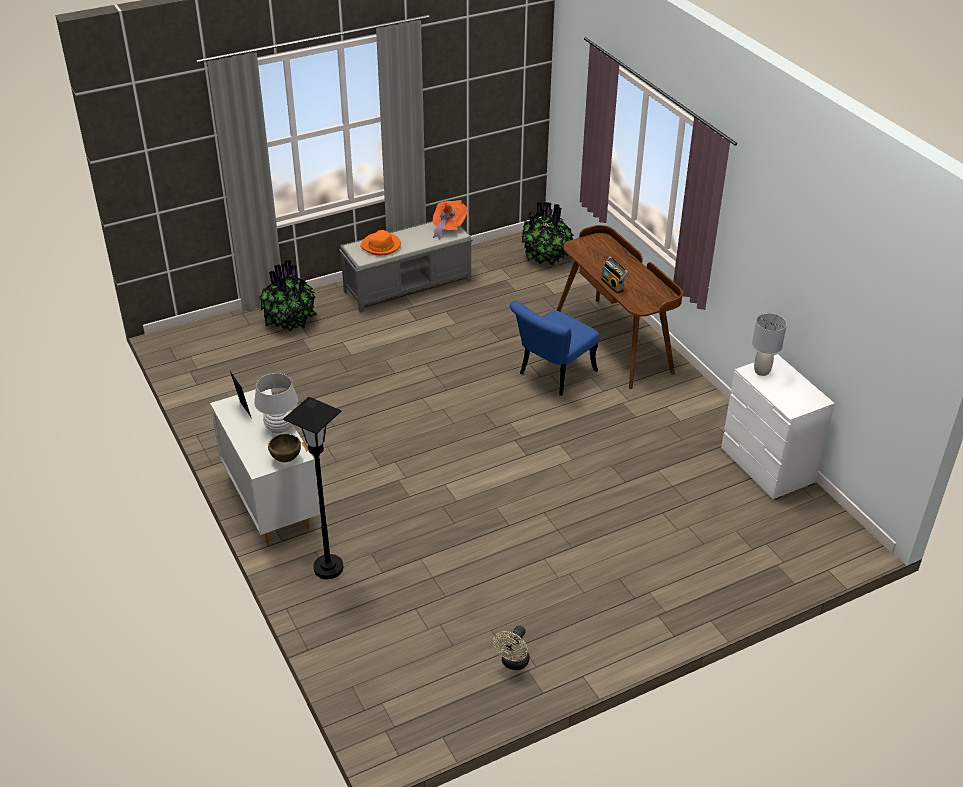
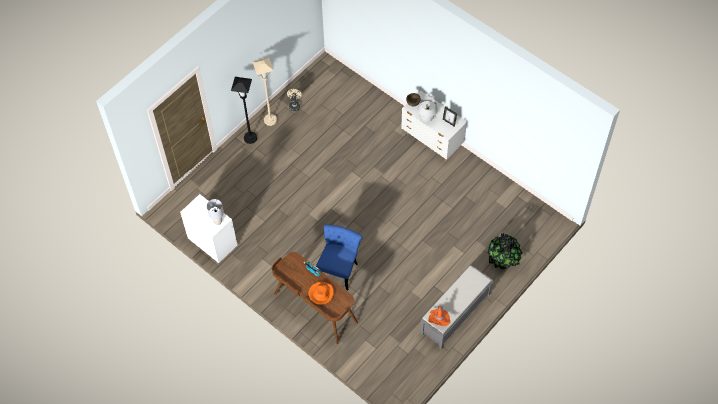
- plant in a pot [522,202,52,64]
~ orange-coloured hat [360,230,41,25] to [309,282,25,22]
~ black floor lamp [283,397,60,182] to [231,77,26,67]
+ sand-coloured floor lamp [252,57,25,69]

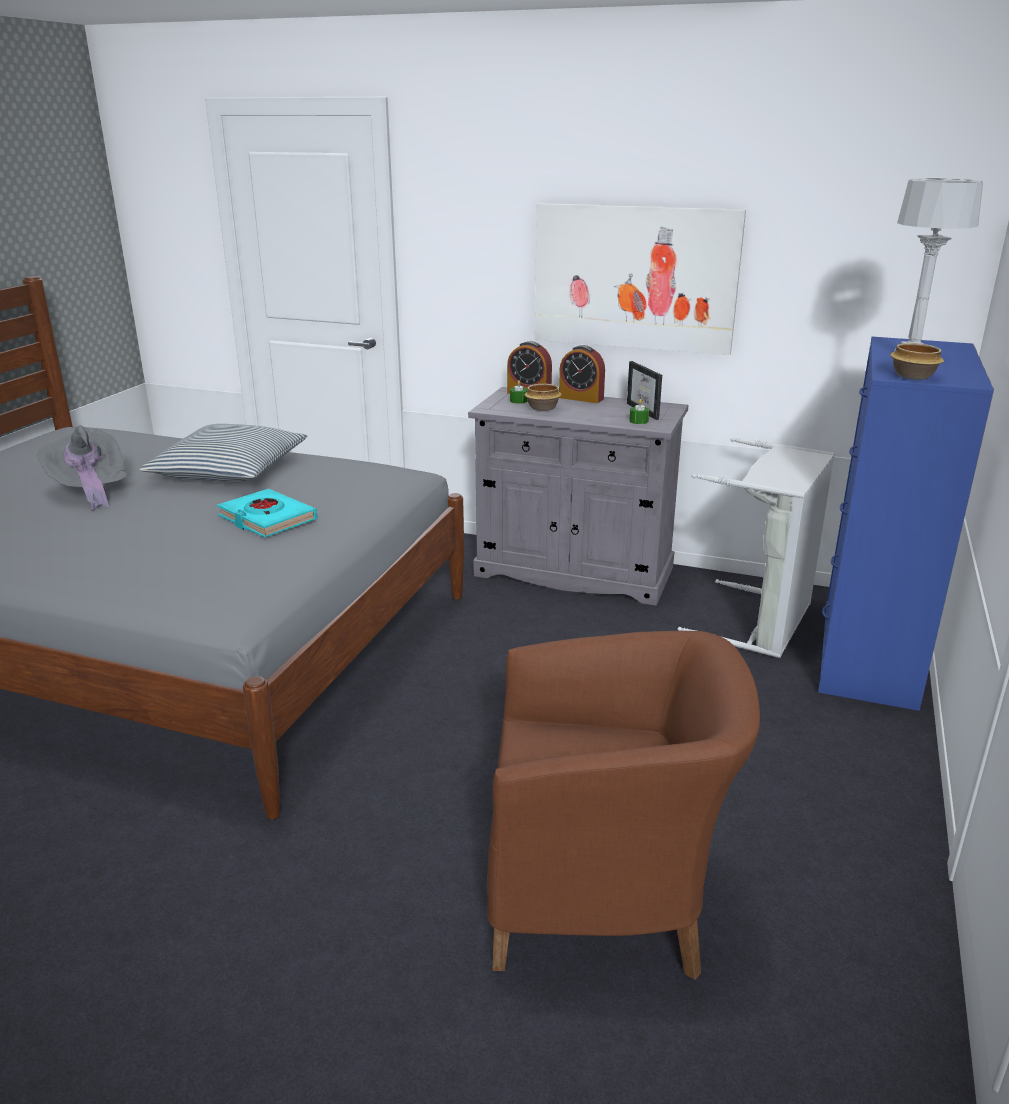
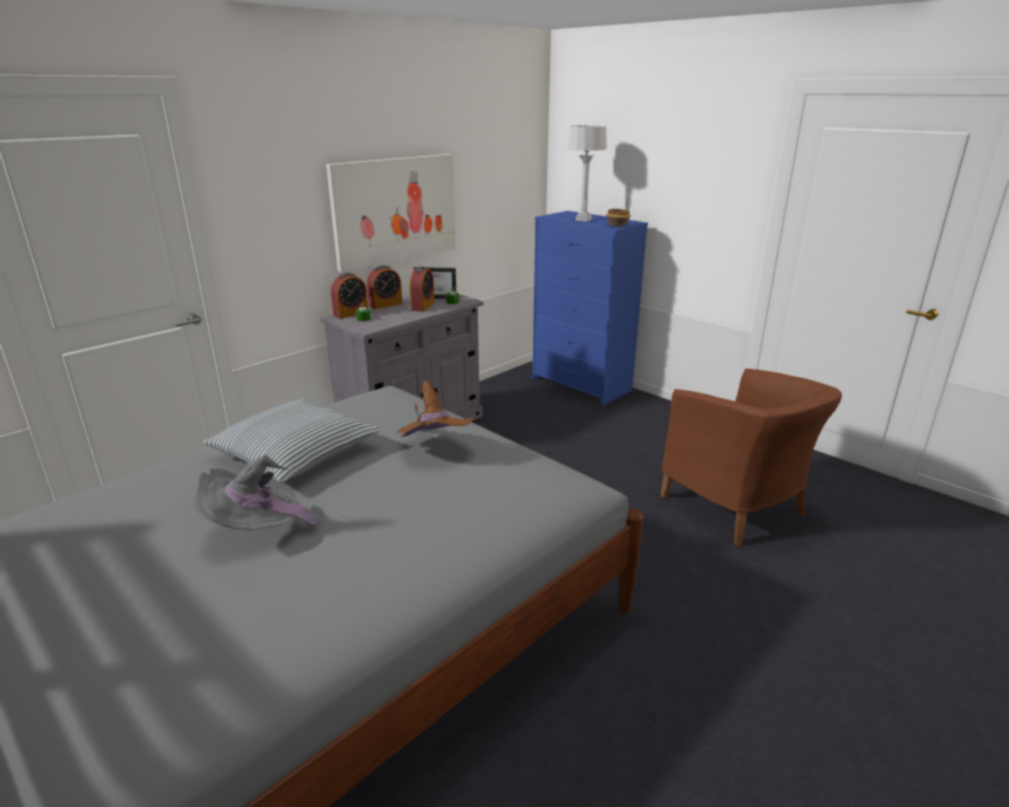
- deep dish [525,384,37,27]
- gray washing basket [678,438,157,220]
~ turquoise bound book [217,489,100,49] to brownish hat [396,380,79,58]
~ brownish armchair [487,631,273,349] = [660,368,182,178] 120 degrees clockwise
+ bedside clock [410,267,25,45]

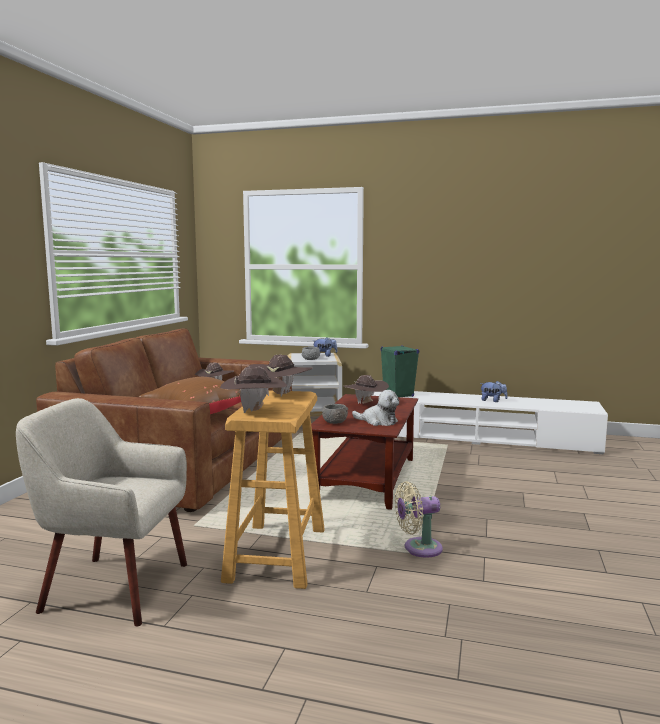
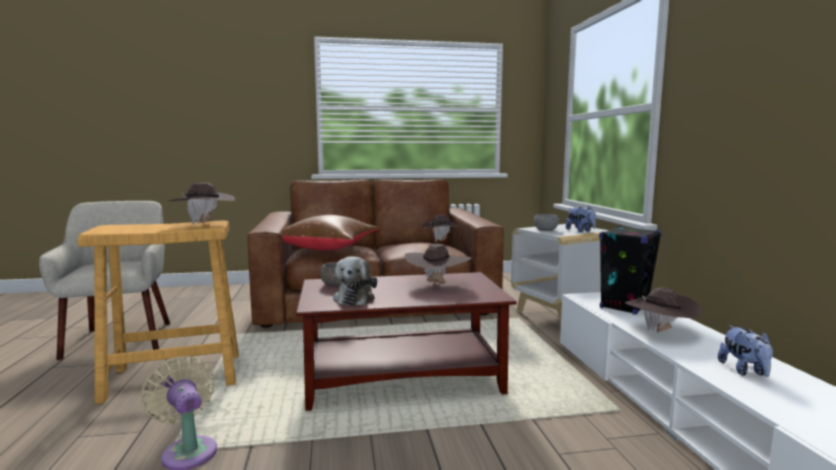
~ greenish speaker [381,346,38,51] to black speaker [599,226,63,89]
~ brownish hat [220,366,67,47] to [626,288,76,44]

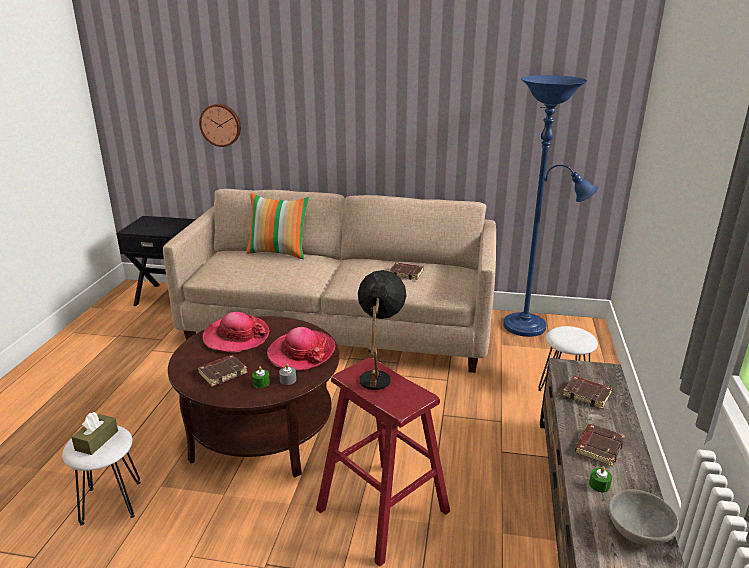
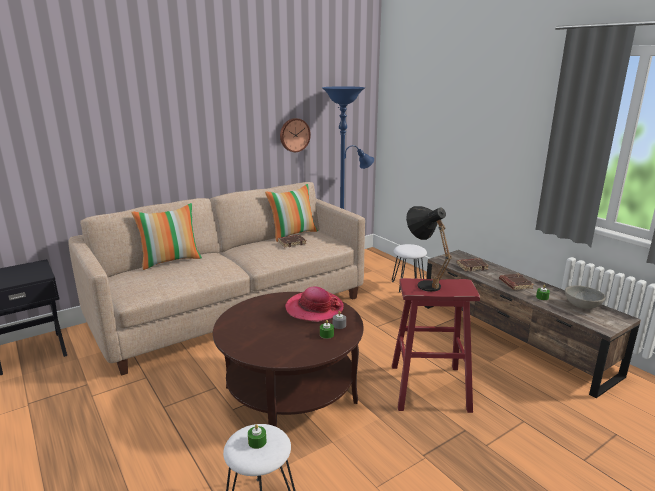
~ clock on the wall [199,104,42,43] to [280,118,31,34]
- hat [202,312,67,41]
- brownish bound book [198,355,50,32]
~ brownish box of tissues [71,412,47,43] to greenish wax light [248,424,19,25]
+ pillow [265,184,53,58]

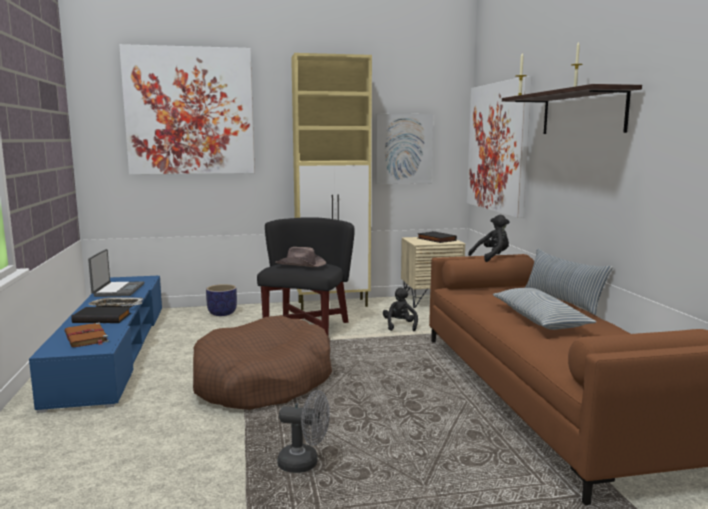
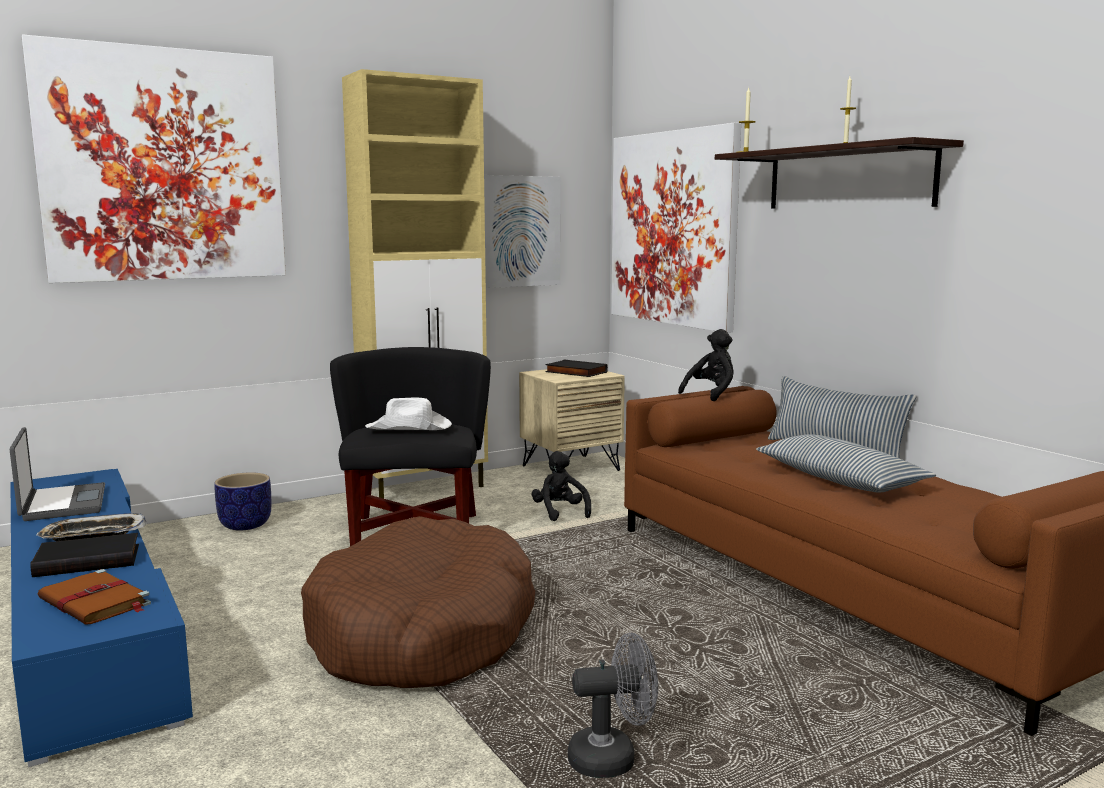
~ brownish hat [275,247,51,20] to white-coloured hat [365,397,87,33]

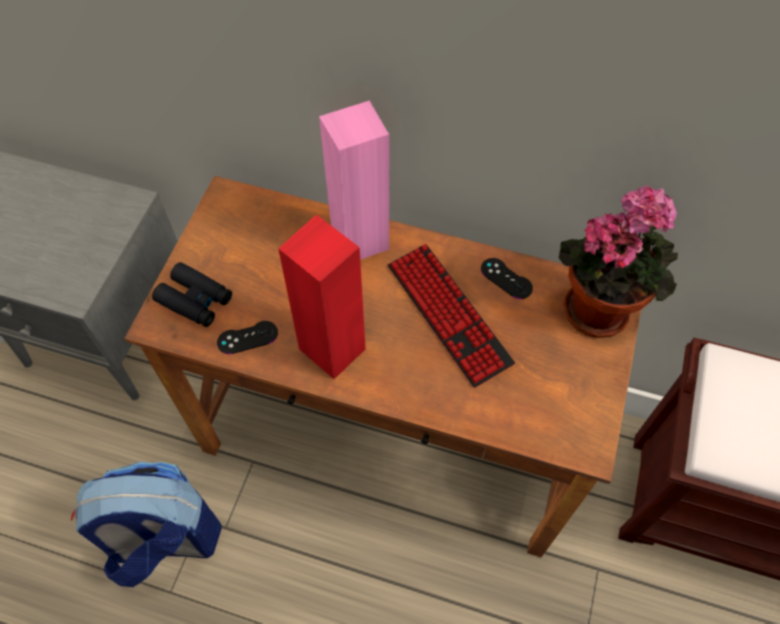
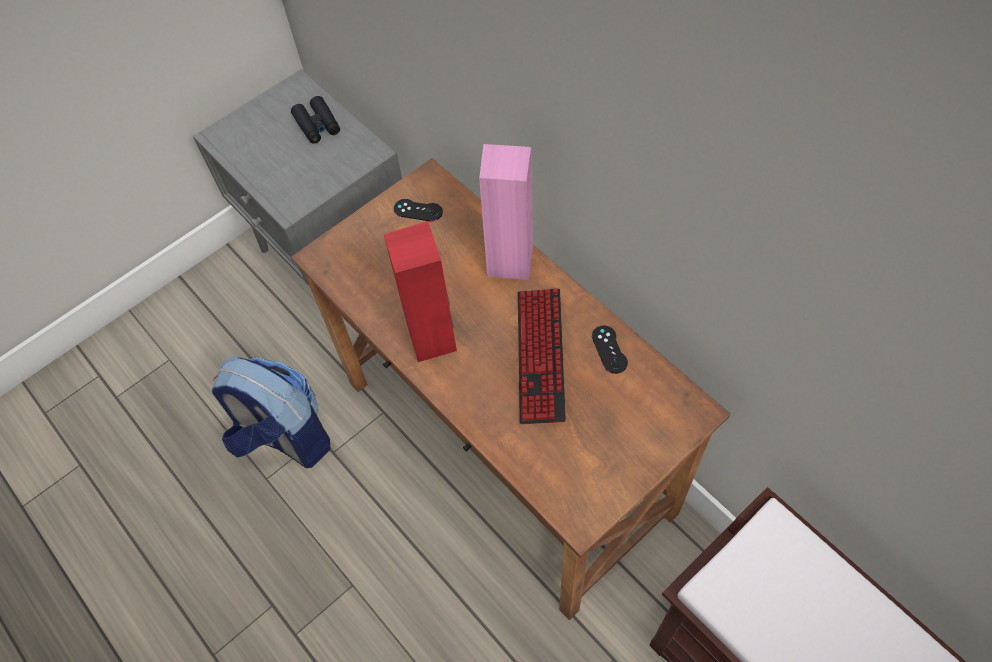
- plant in a pot [559,184,119,154]
~ black pair of binoculars [152,262,80,65] to [291,96,49,48]
~ black joypad [217,321,61,33] to [394,199,49,22]

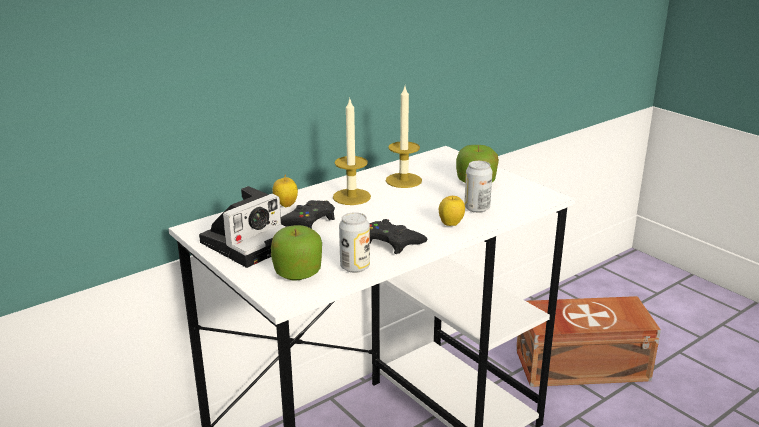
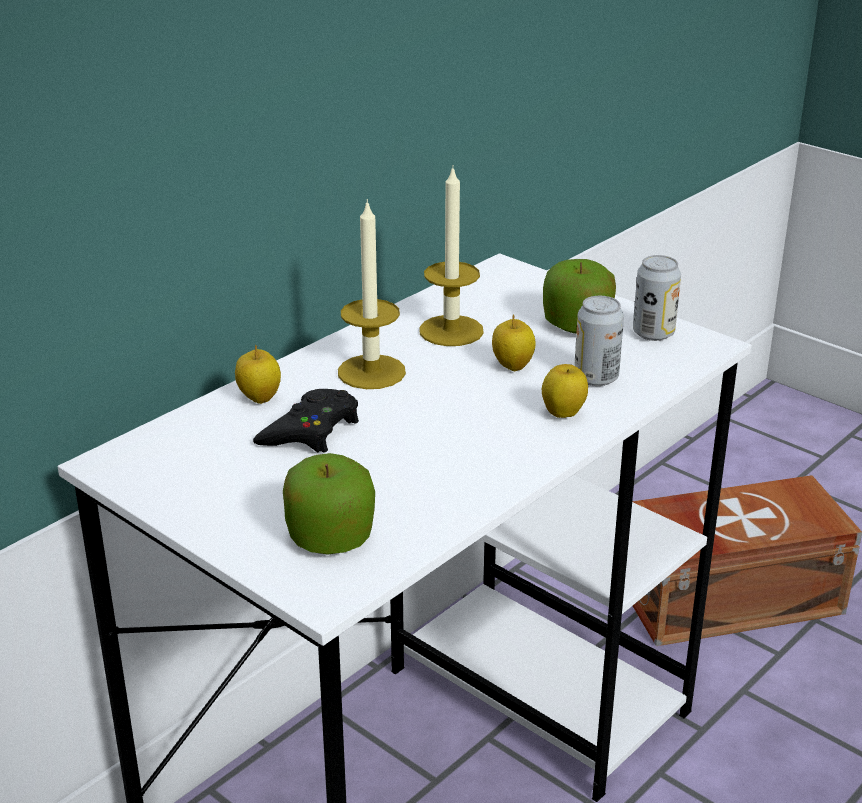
- still camera [199,186,87,82]
~ metal can [339,212,31,61] to [633,255,48,86]
- black joypad [369,219,58,35]
+ apple [492,315,44,56]

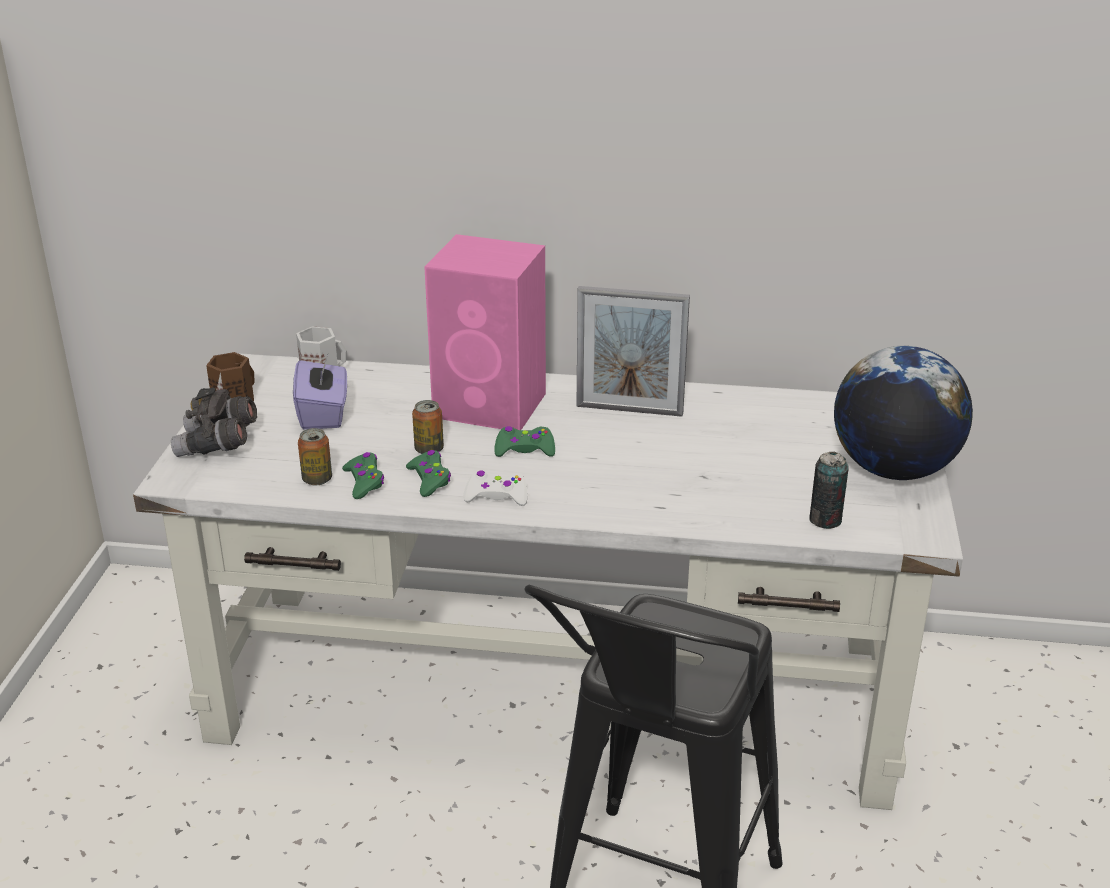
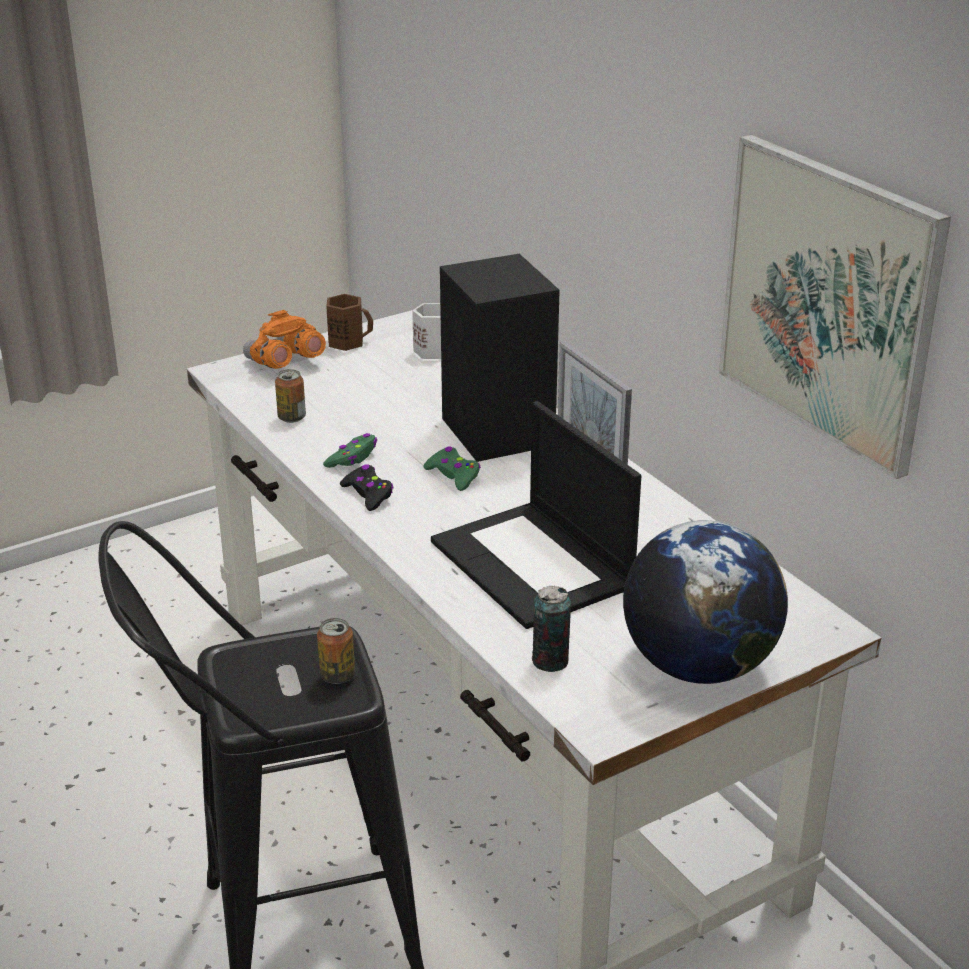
~ pinkish speaker [424,234,122,196] to black speaker [440,254,120,208]
- purple-coloured box of tissues [293,352,54,78]
~ gray pair of binoculars [171,387,86,70] to orange-coloured pair of binoculars [243,310,83,59]
~ metal can [412,400,32,54] to [317,618,38,66]
- greenish joypad [342,452,42,47]
~ white-coloured joypad [463,470,64,36] to black joypad [340,464,53,47]
+ wall picture [719,135,232,344]
+ laptop [431,401,210,228]

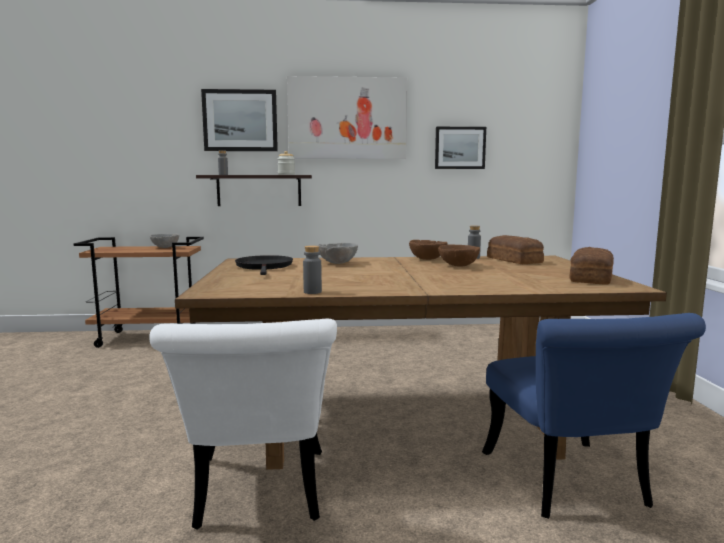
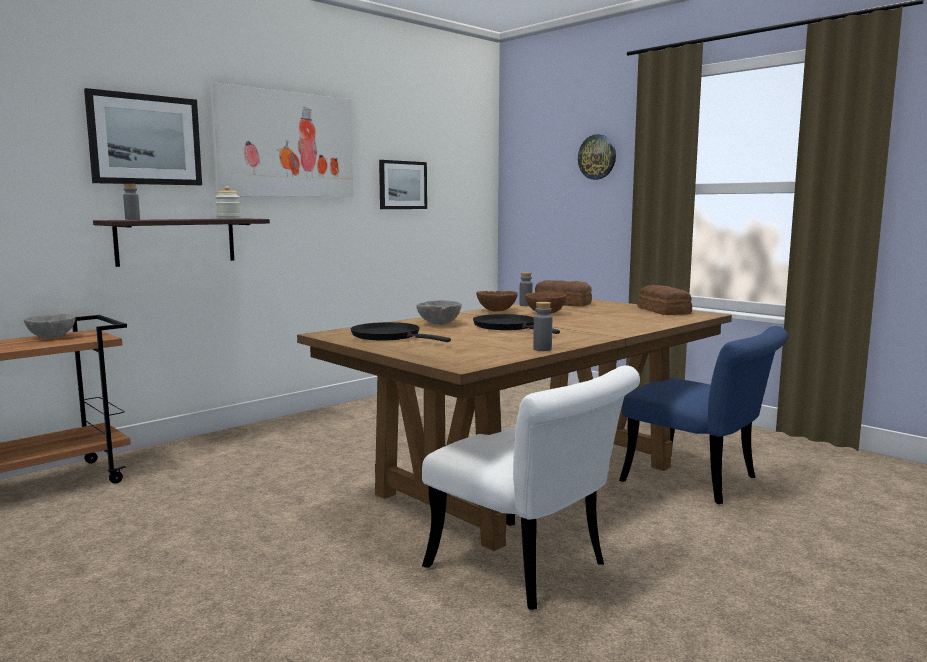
+ clock on the wall [578,134,38,46]
+ black pan [473,314,87,20]

